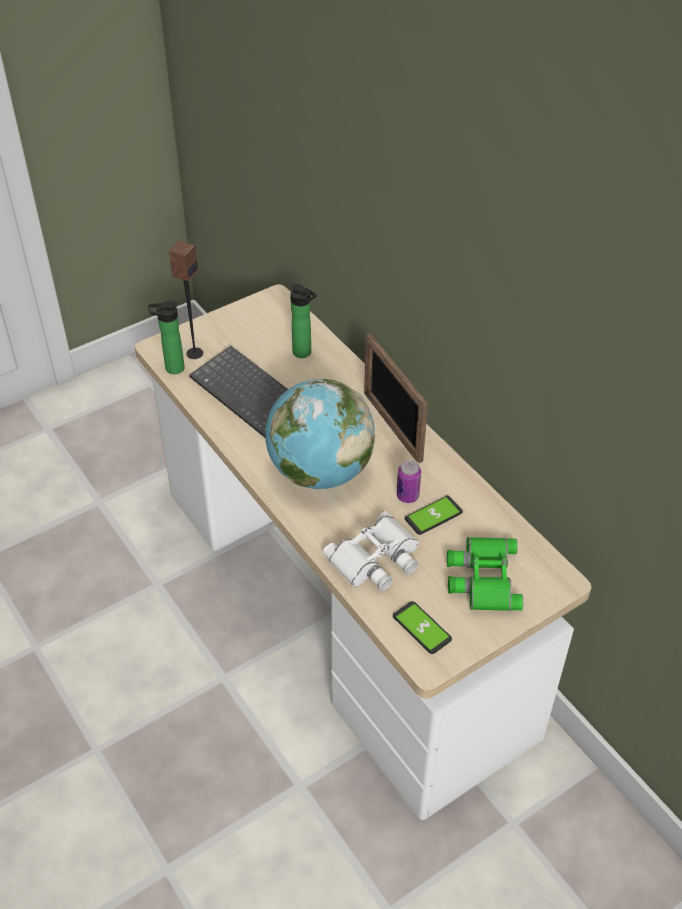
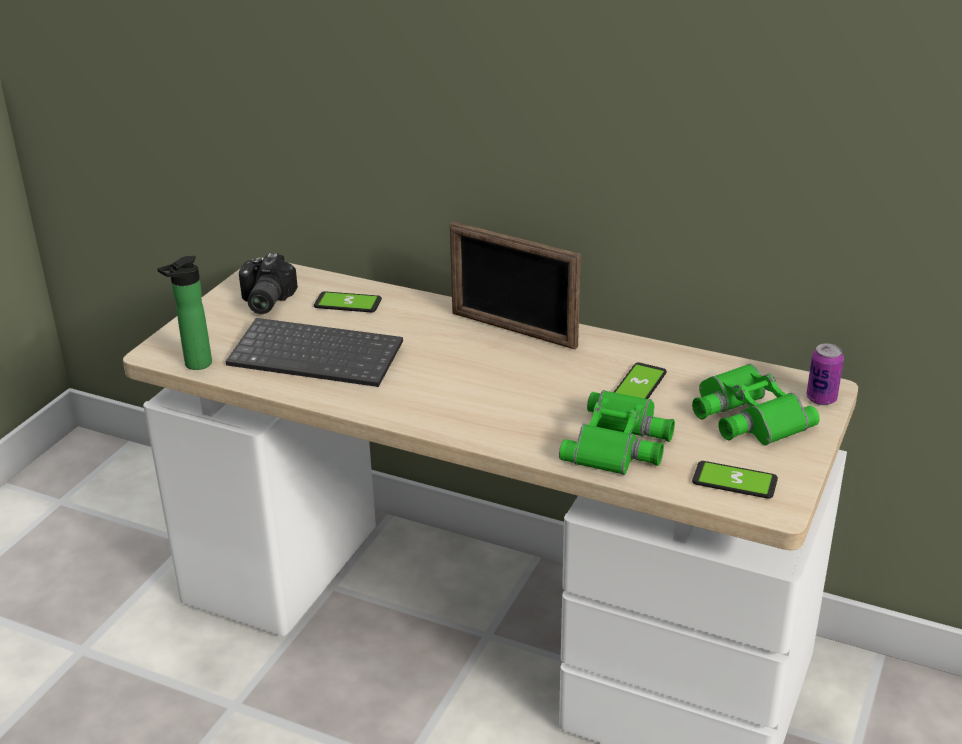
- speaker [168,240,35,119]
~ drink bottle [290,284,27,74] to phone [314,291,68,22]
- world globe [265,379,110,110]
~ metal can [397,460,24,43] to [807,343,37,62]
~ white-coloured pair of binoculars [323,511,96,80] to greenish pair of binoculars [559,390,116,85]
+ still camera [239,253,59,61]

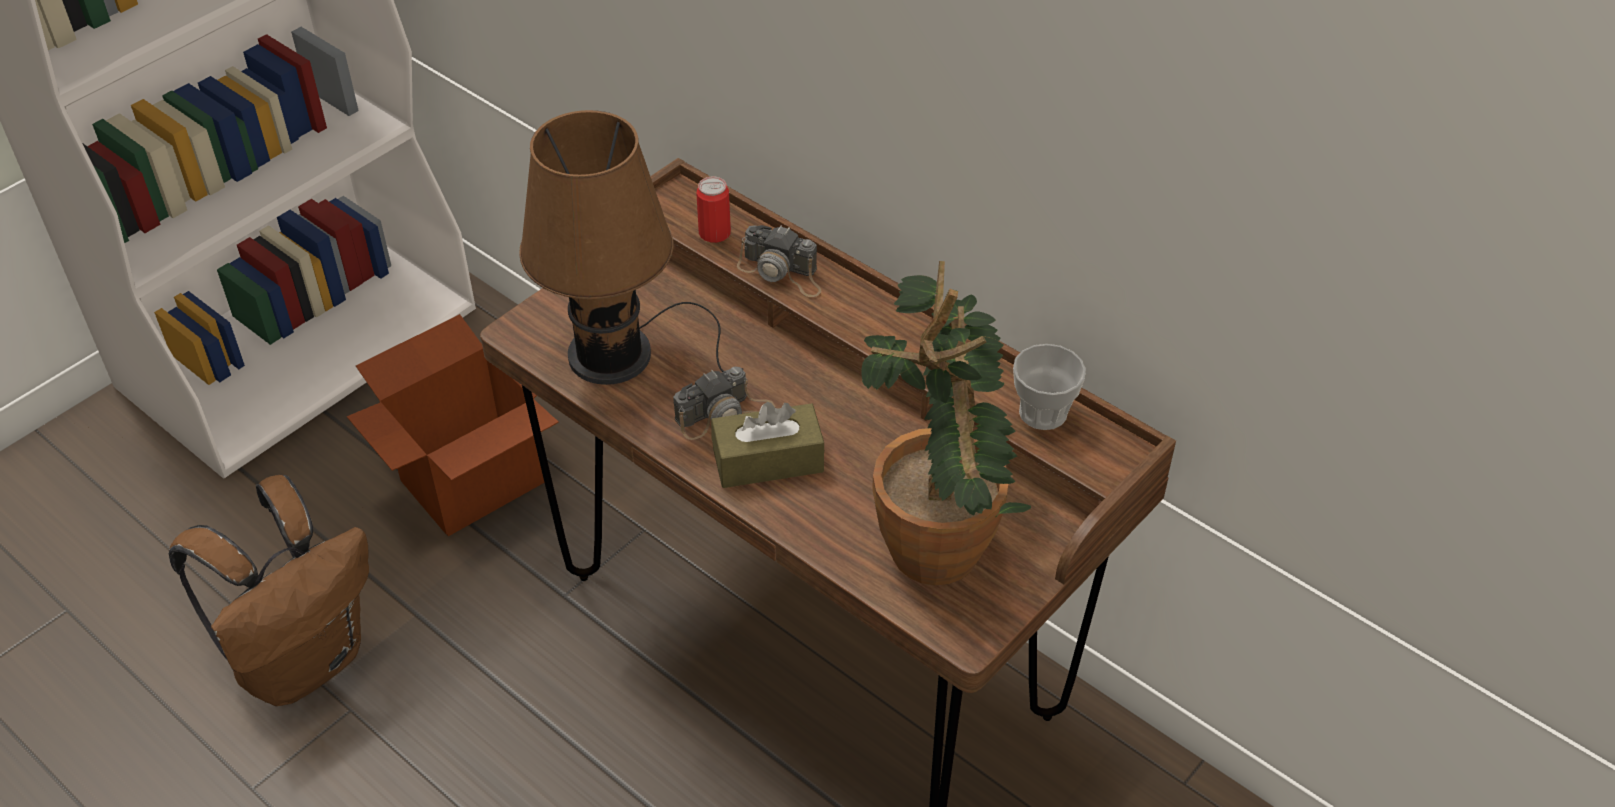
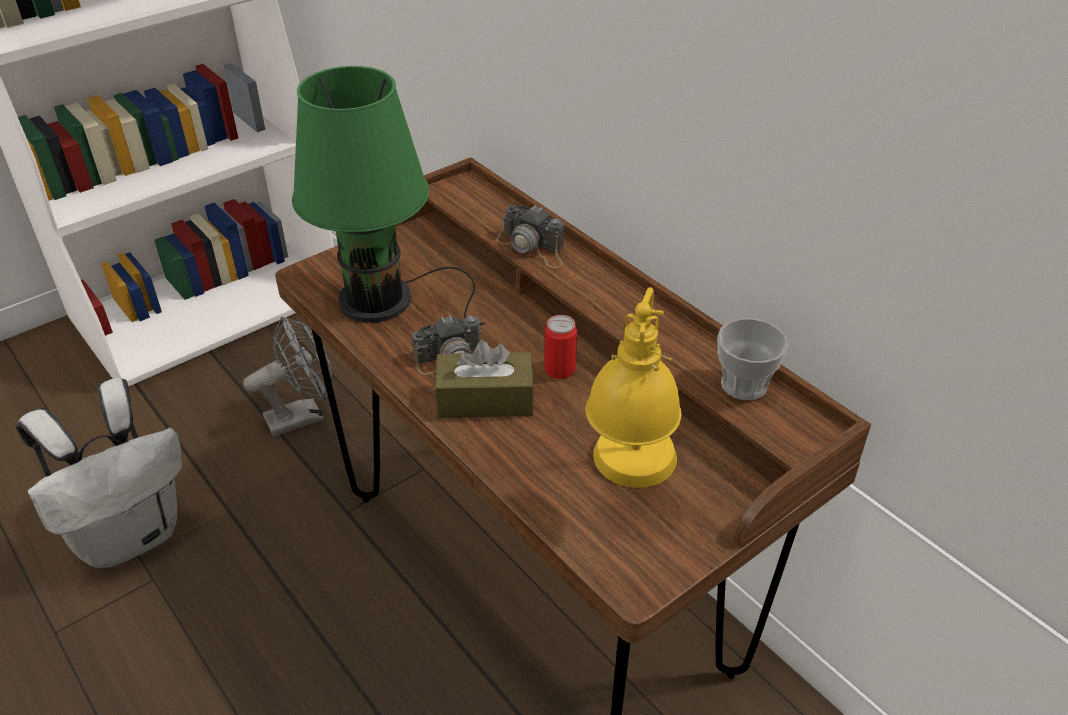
~ brownish tabletop lamp [519,110,224,275] to greenish tabletop lamp [292,66,193,259]
~ metal can [696,176,35,67] to [544,315,33,64]
~ plant in a pot [862,261,169,324] to yellow-coloured tabletop lamp [586,287,96,201]
~ cardboard box [347,314,212,222] to gray fan [243,316,90,121]
~ brownish backpack [169,475,200,231] to white-coloured backpack [16,378,166,190]

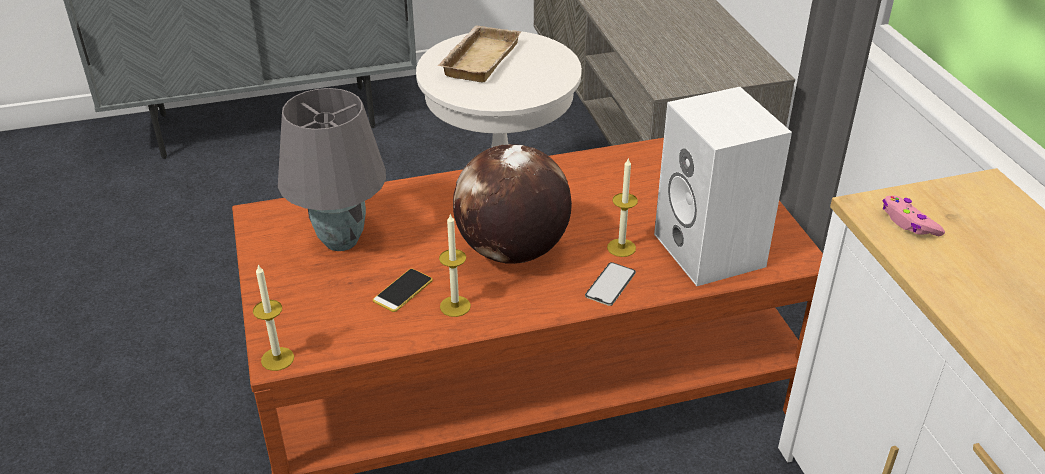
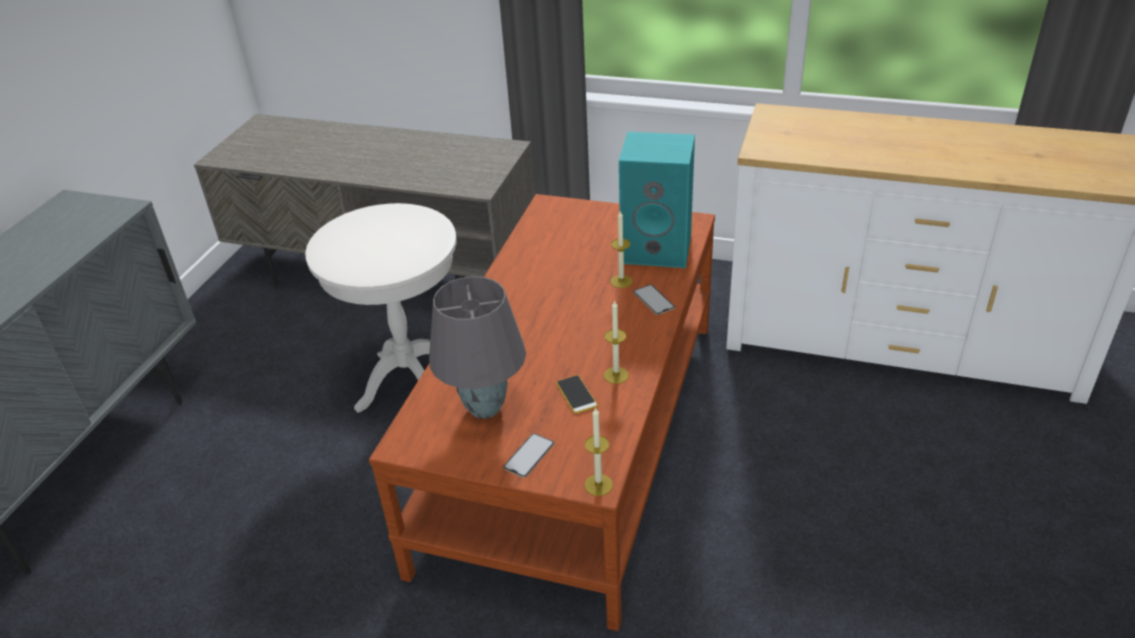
- sand-coloured carrying tray [437,25,84,57]
~ white-coloured speaker [654,87,138,199] to turquoise speaker [619,132,76,136]
- world globe [453,144,119,120]
- pinkish joypad [883,196,62,40]
+ phone [503,433,51,45]

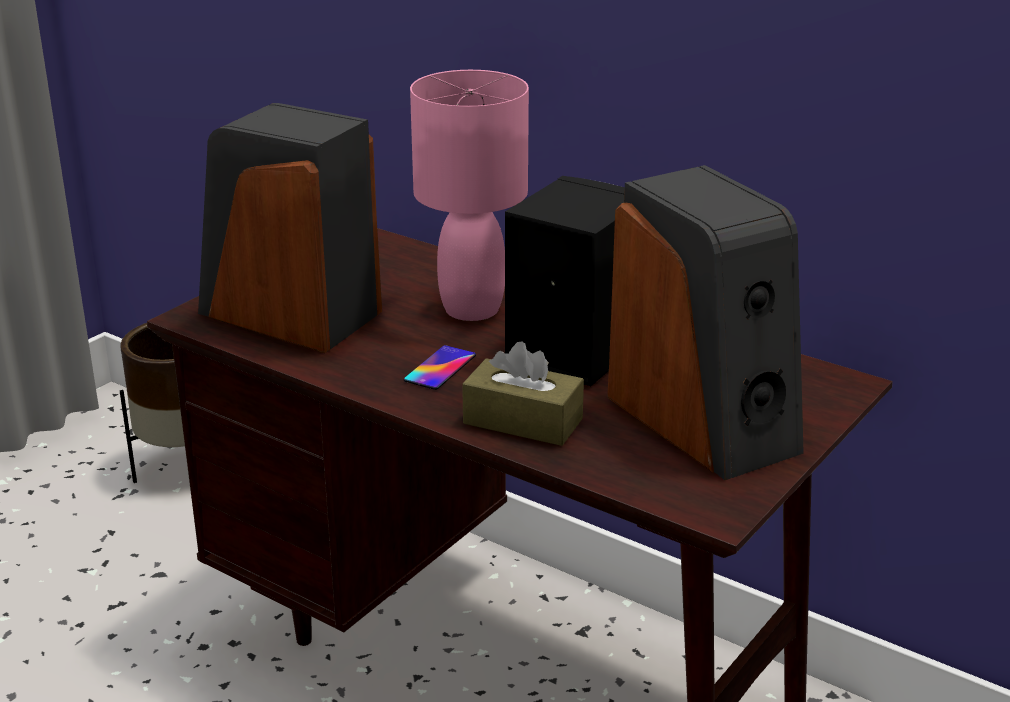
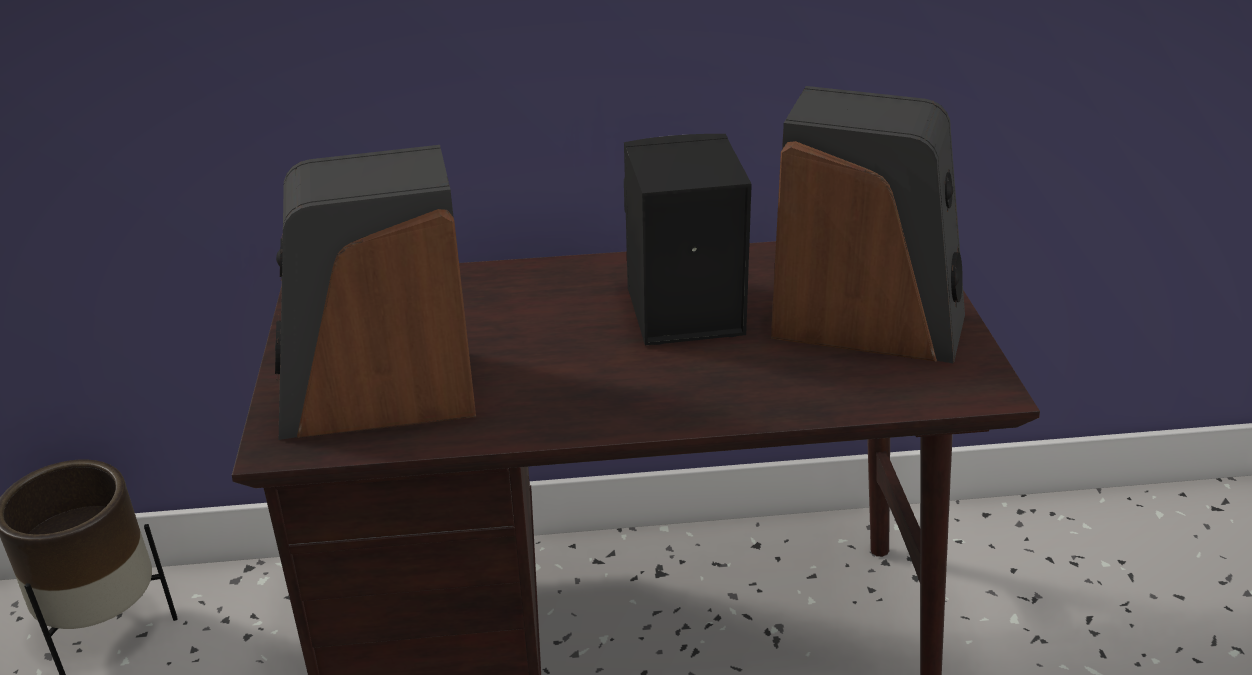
- pinkish tabletop lamp [410,70,119,251]
- brownish box of tissues [462,342,122,104]
- phone [404,345,72,45]

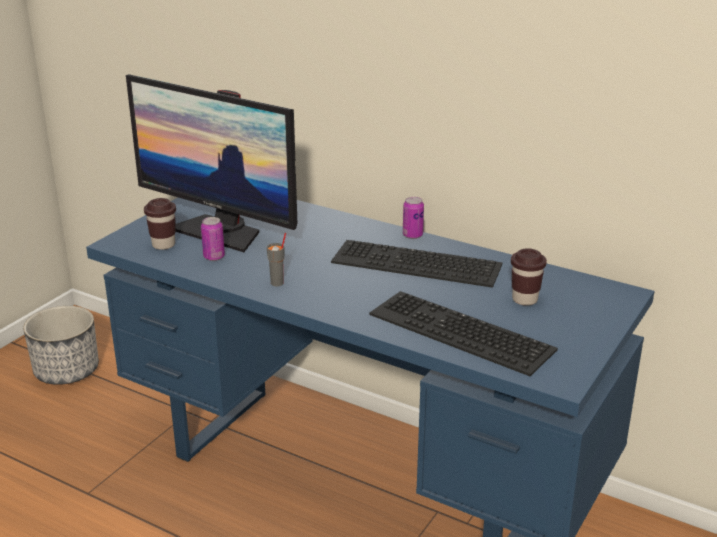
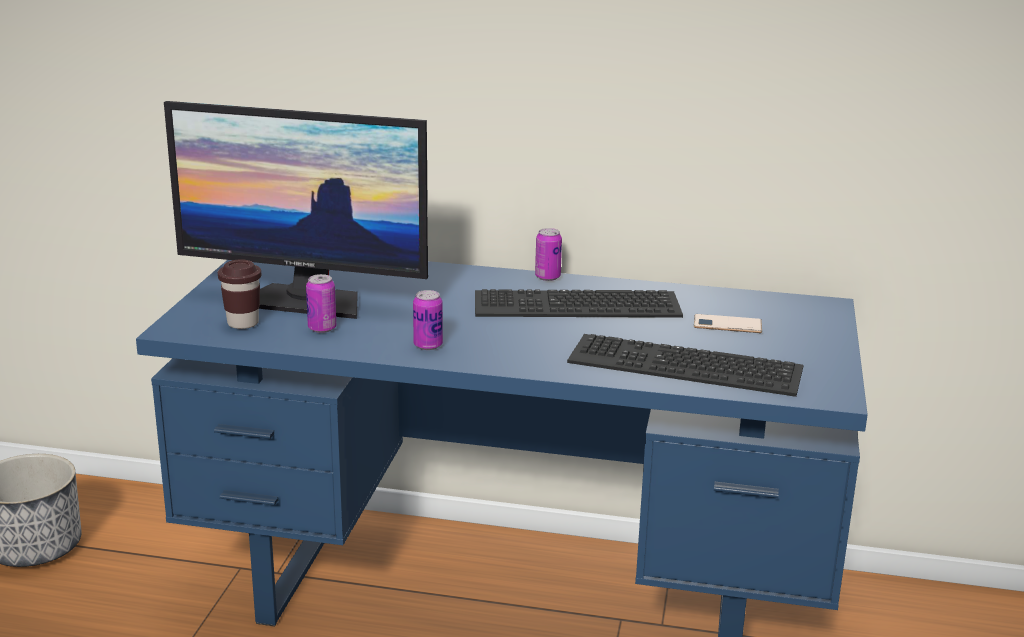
~ gray cup [267,233,19,53] to metal can [413,290,30,60]
~ brownish cup [511,248,36,58] to phone [694,314,68,19]

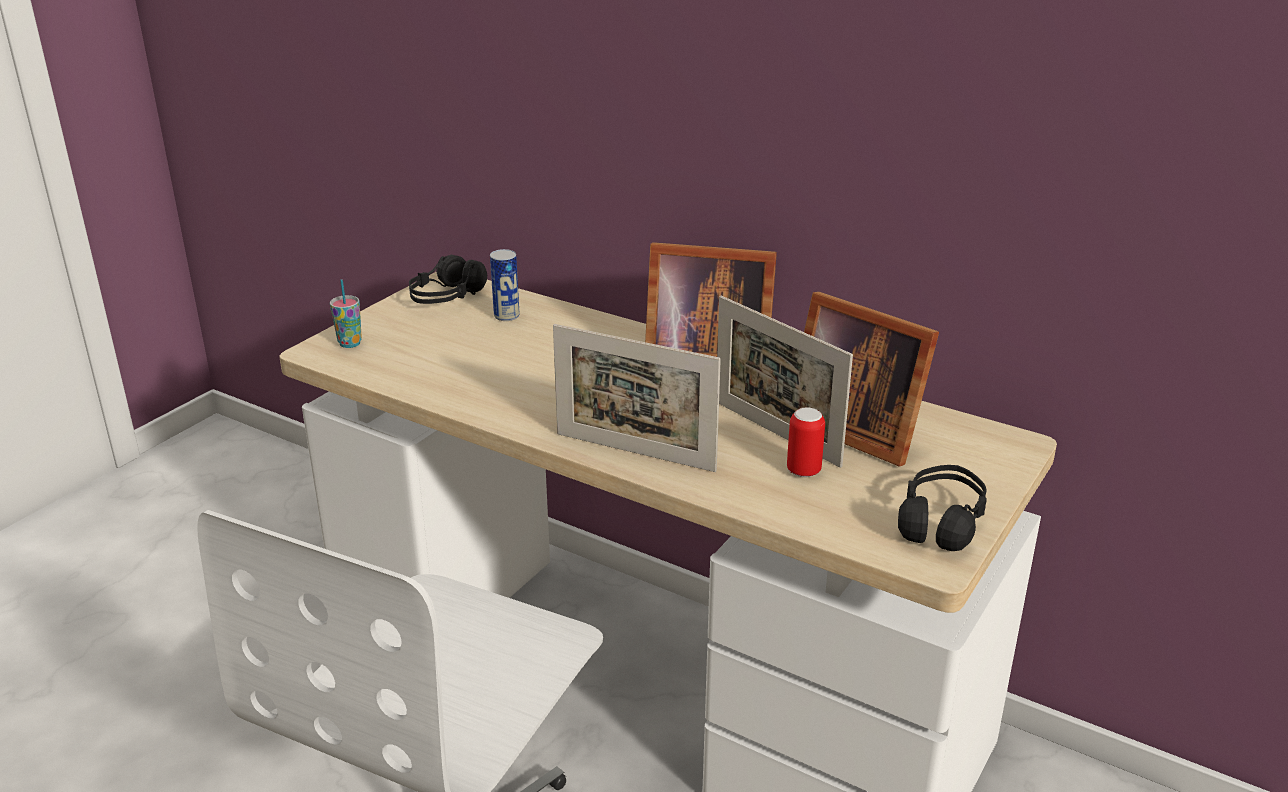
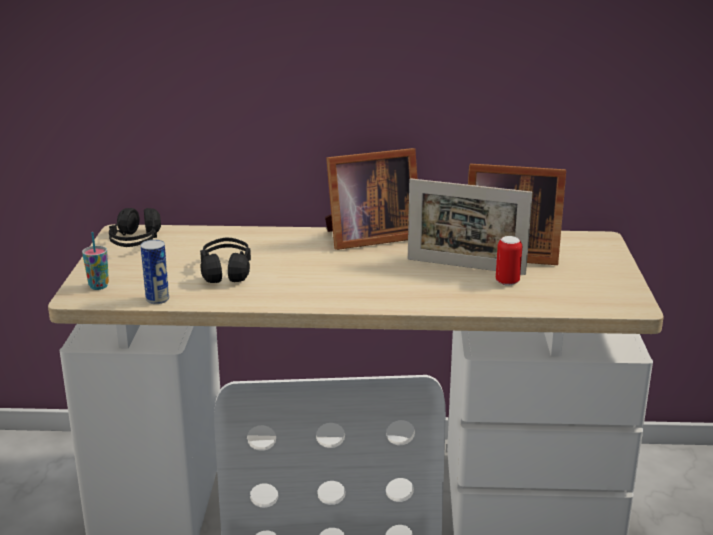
~ metal can [490,249,30,72] to [141,240,28,64]
- photo frame [553,324,168,148]
~ black headset [898,465,89,86] to [200,237,51,46]

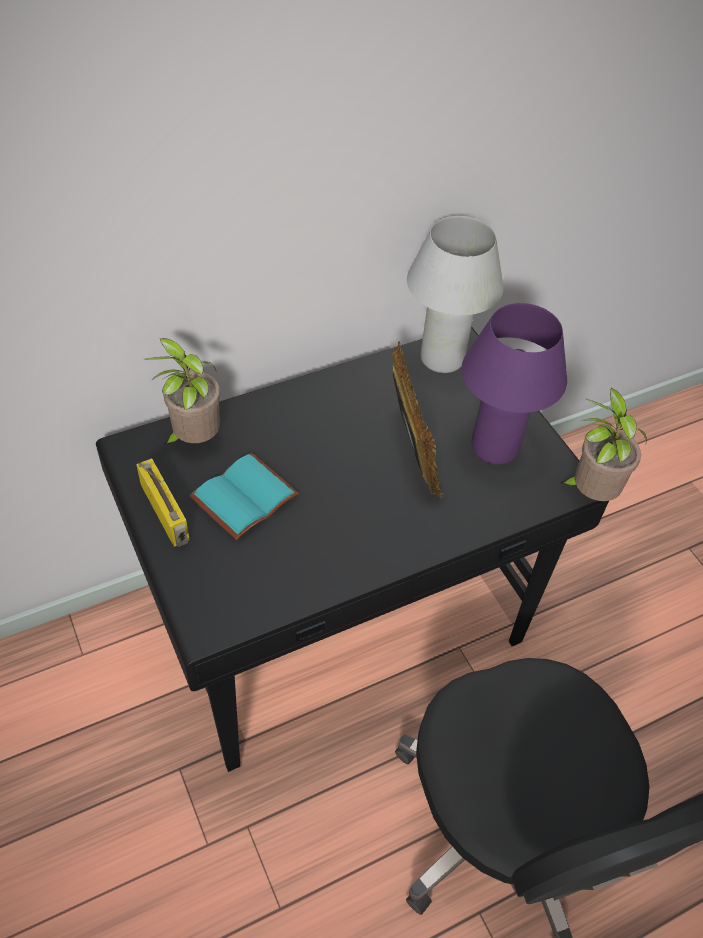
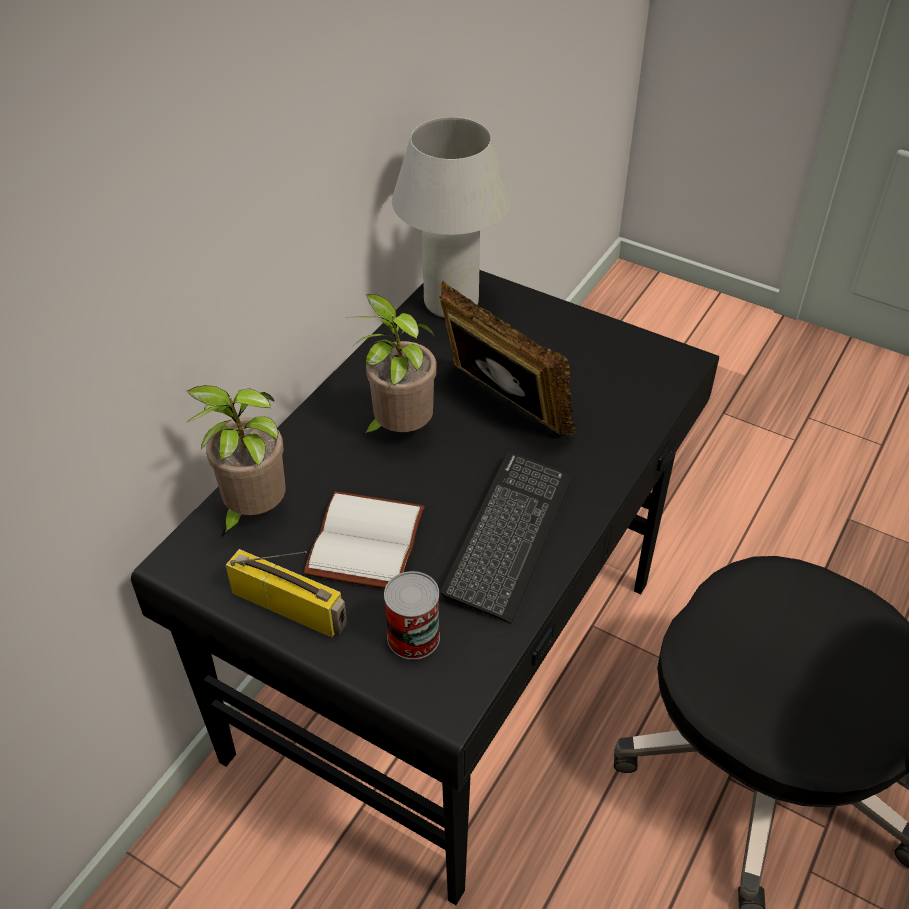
- purple-coloured tabletop lamp [462,303,105,162]
~ plant in a pot [560,388,87,113] to [348,294,89,141]
~ turquoise bound book [189,453,110,87] to white-coloured bound book [304,491,121,97]
+ PC keyboard [441,452,131,172]
+ metal can [384,571,56,89]

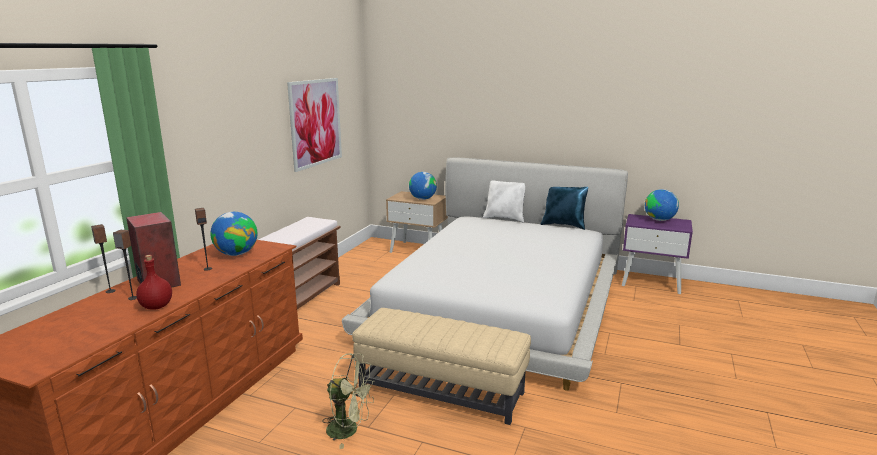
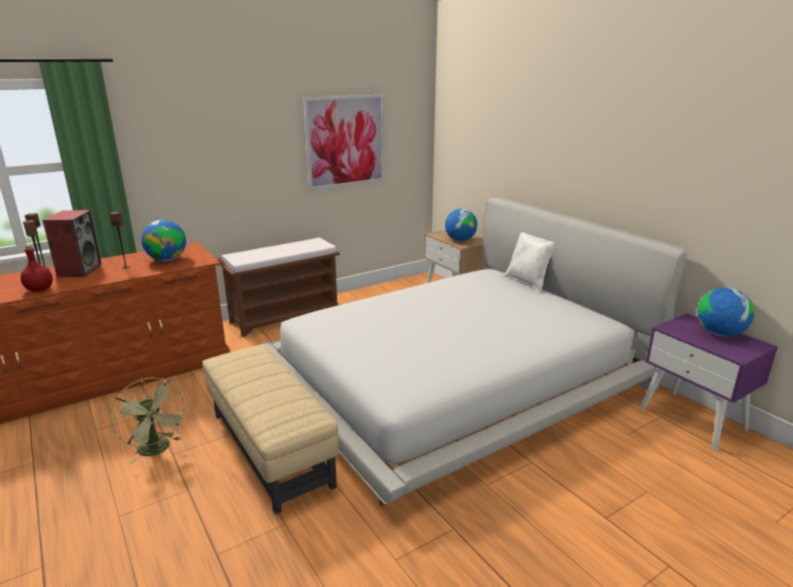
- bluish pillow [540,187,48,43]

